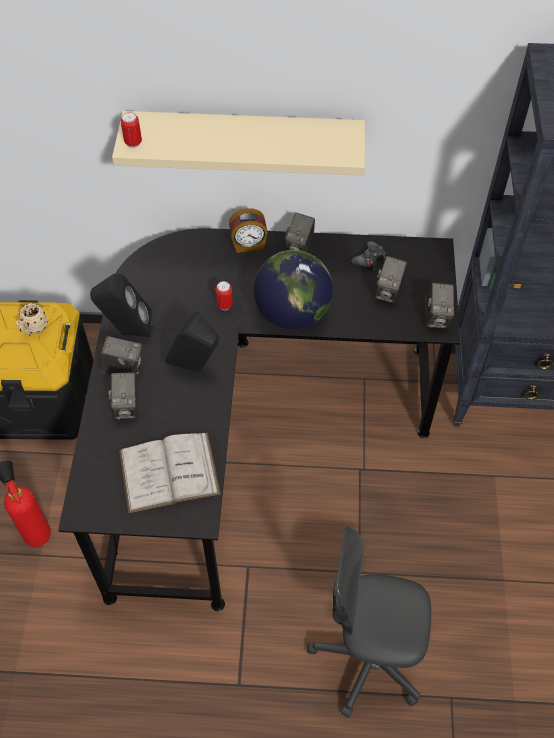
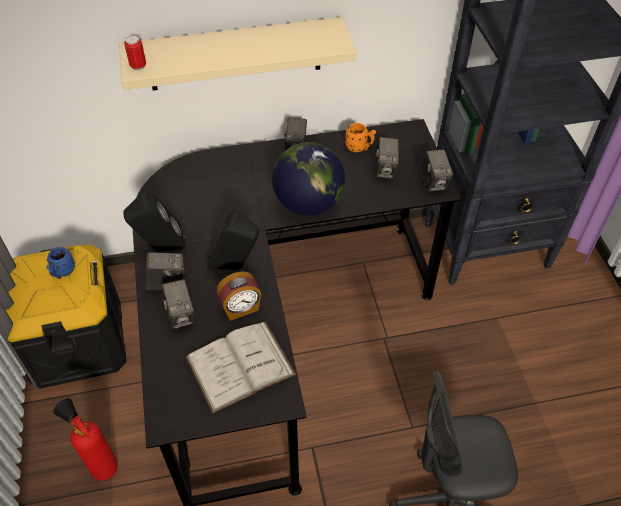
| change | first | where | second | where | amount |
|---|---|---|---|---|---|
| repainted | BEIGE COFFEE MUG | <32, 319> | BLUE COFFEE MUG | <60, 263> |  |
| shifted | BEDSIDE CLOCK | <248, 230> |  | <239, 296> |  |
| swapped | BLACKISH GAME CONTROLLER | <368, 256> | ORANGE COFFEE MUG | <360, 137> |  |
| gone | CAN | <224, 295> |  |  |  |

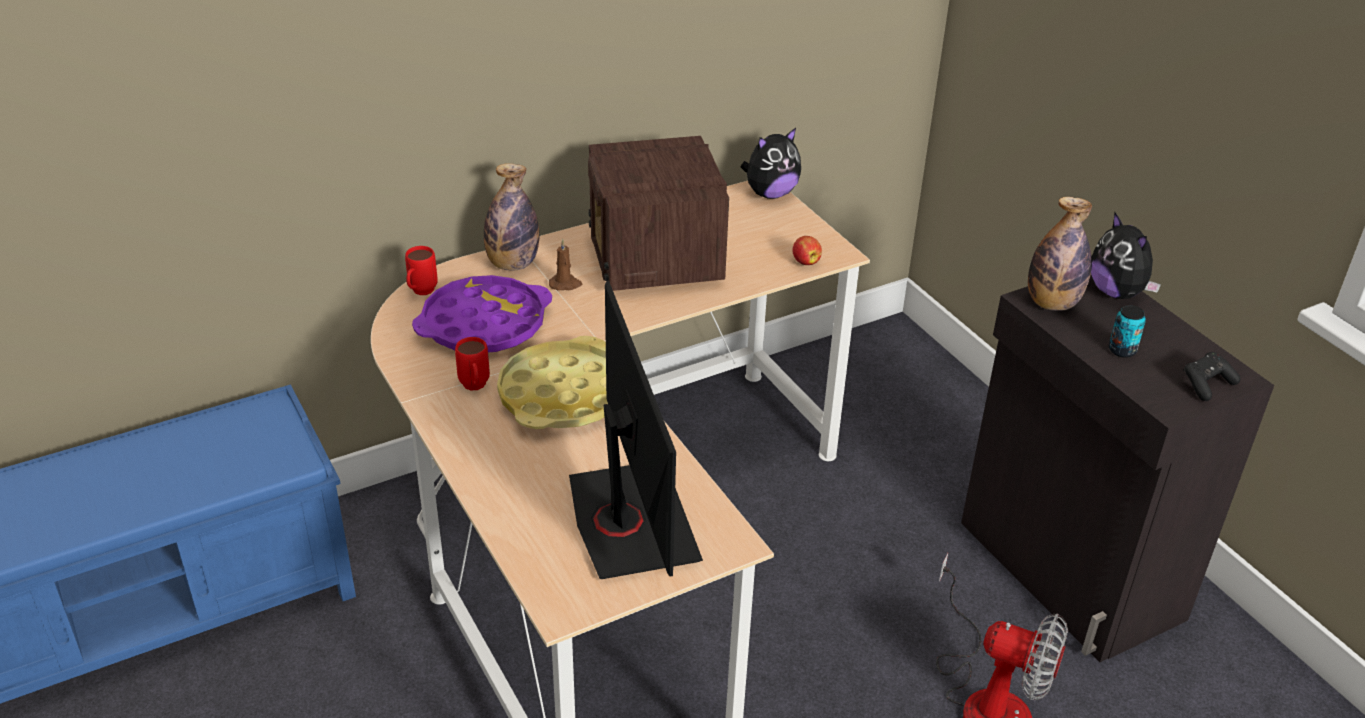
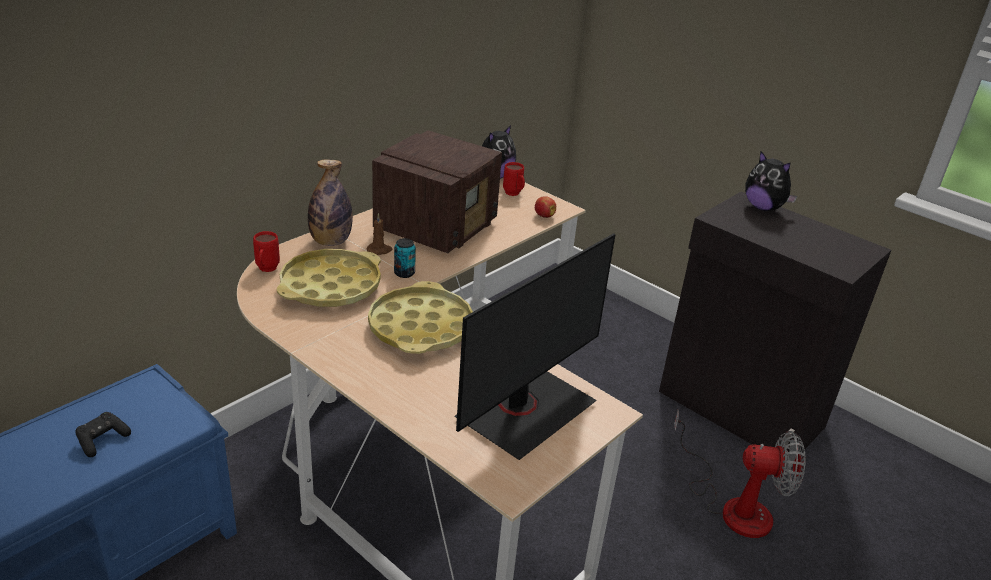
| change | first | where | second | where | amount |
|---|---|---|---|---|---|
| shifted | BLACKISH GAME CONTROLLER | <1211, 376> |  | <103, 434> |  |
| repainted | PURPLE-COLOURED CARRYING TRAY | <482, 313> | YELLOW CARRYING TRAY | <329, 278> |  |
| rotated | RADIO | <658, 213> |  | <437, 192> | 120 degrees counterclockwise |
| shifted | CAN | <1127, 331> |  | <405, 258> |  |
| rotated | COMPUTER SCREEN | <636, 430> |  | <535, 346> | 75 degrees clockwise |
| shifted | RED-COLOURED COFFEE MUG | <472, 364> |  | <514, 179> |  |
| gone | DRINK BOTTLE | <1060, 254> |  |  |  |

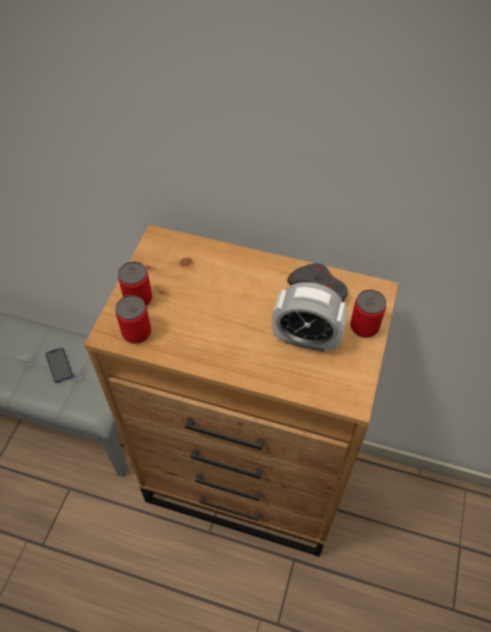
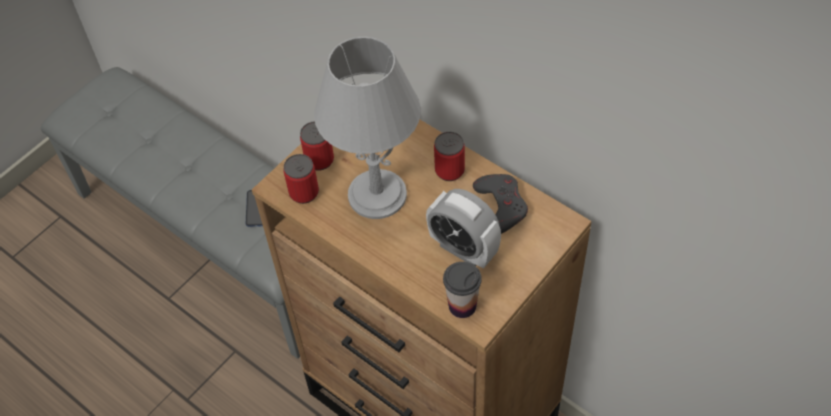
| change | first | where | second | where | amount |
|---|---|---|---|---|---|
| new |  |  | GREY LAMP FOR A TABLE | <367, 128> |  |
| shifted | CAN | <368, 313> |  | <449, 156> |  |
| new |  |  | SMALL CUP | <462, 290> |  |

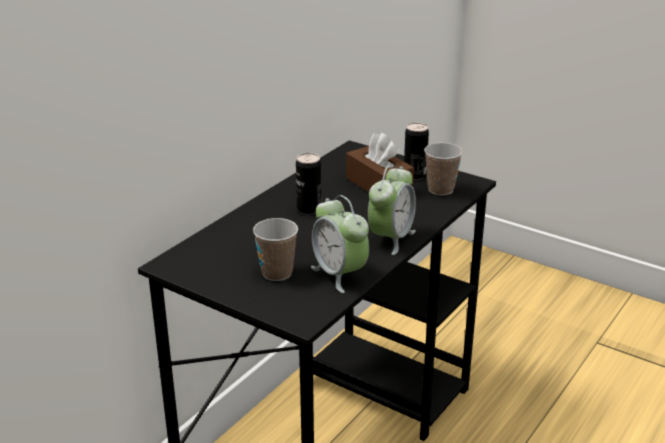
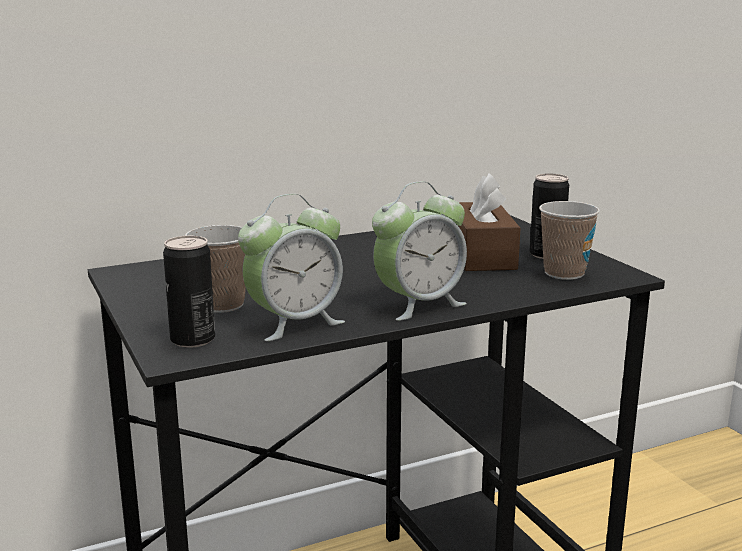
| change | first | where | second | where | amount |
|---|---|---|---|---|---|
| shifted | CAN | <308, 183> |  | <189, 292> |  |
| rotated | BEDSIDE CLOCK | <340, 244> |  | <291, 267> | 120 degrees counterclockwise |

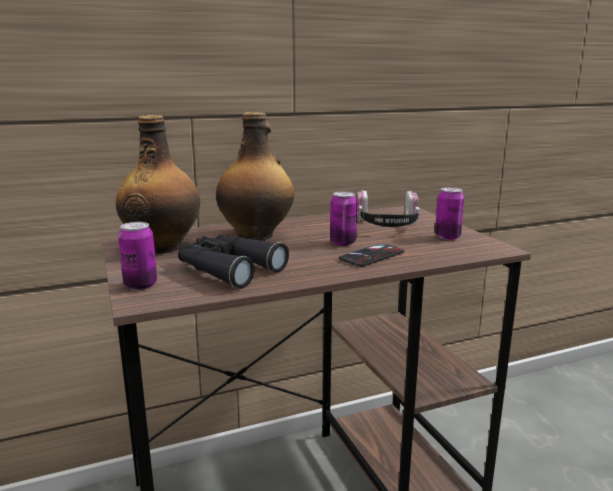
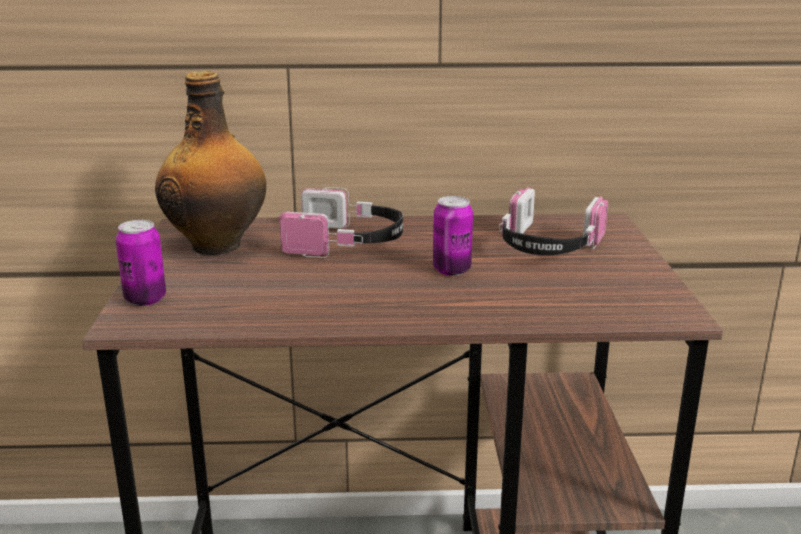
| change | first | where | second | where | amount |
|---|---|---|---|---|---|
| swapped | DRINK BOTTLE | <255, 176> | PAIR OF HEADPHONES | <341, 222> |  |
| gone | BLACKISH BINOCULARS | <233, 261> |  |  |  |
| gone | PHONE | <371, 255> |  |  |  |
| gone | CAN | <449, 213> |  |  |  |

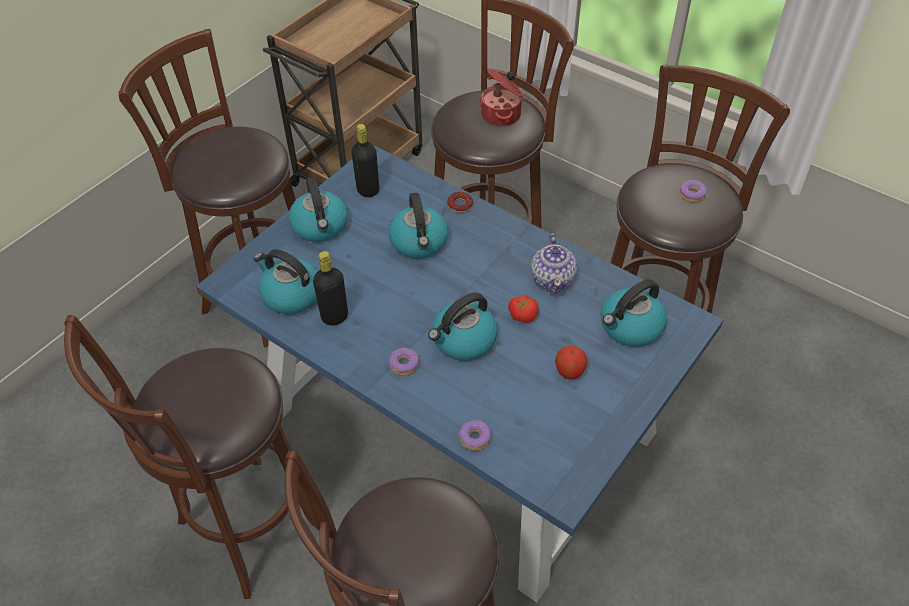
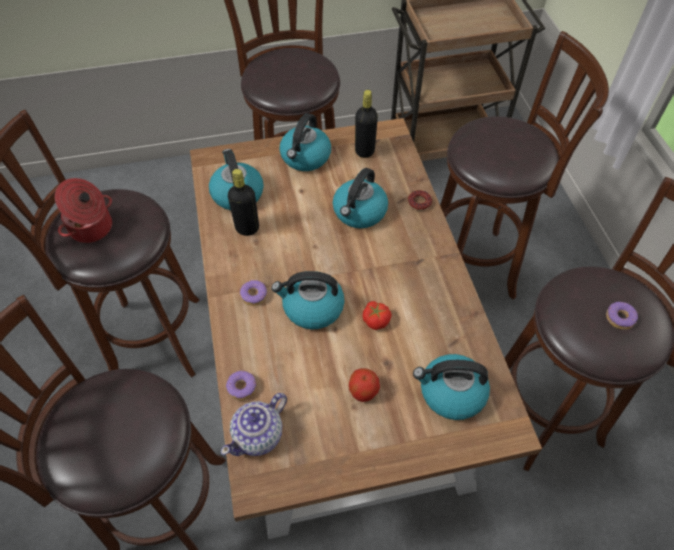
| change | first | where | second | where | amount |
|---|---|---|---|---|---|
| shifted | STOCKPOT | <502, 98> |  | <83, 210> |  |
| repainted | BLUE KITCHEN TABLE | <459, 374> | BROWNISH KITCHEN TABLE | <366, 328> |  |
| shifted | TEAPOT | <554, 263> |  | <254, 424> |  |

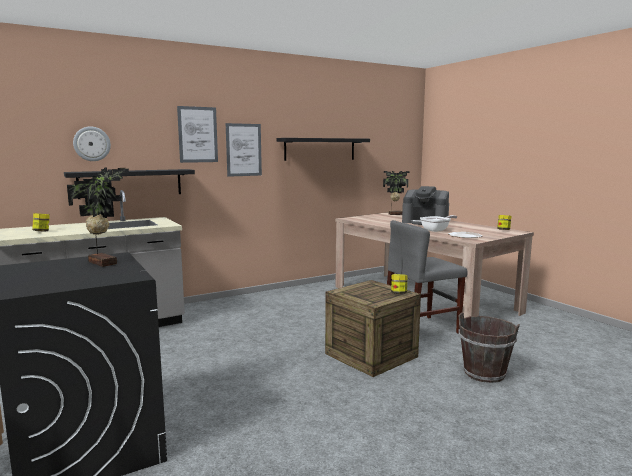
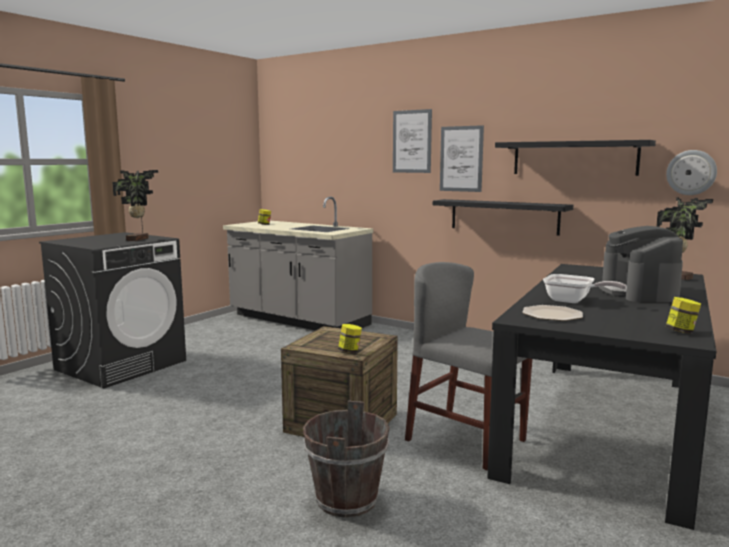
| change | first | where | second | where | amount |
|---|---|---|---|---|---|
| shifted | BLACKISH SHELF | <129, 184> |  | <503, 217> |  |
| repainted | BEIGE KITCHEN TABLE | <434, 265> | BLACKISH KITCHEN TABLE | <601, 397> |  |
| shifted | HANGING CLOCK | <92, 143> |  | <691, 172> |  |

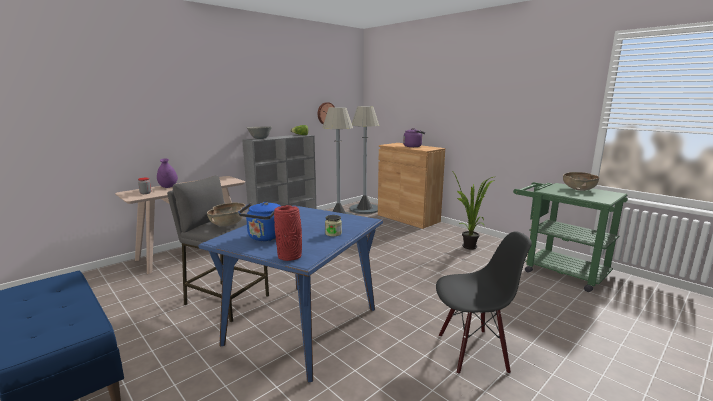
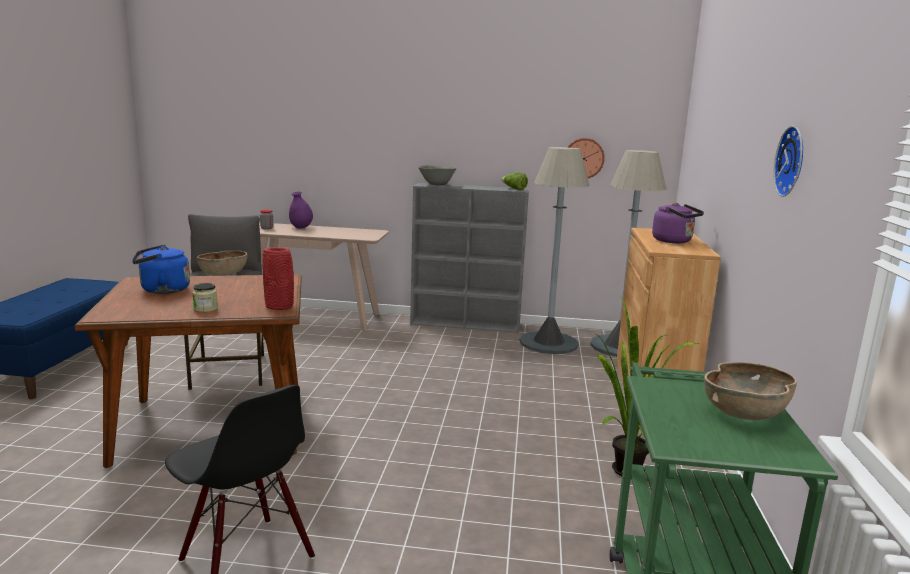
| change | first | where | second | where | amount |
|---|---|---|---|---|---|
| repainted | BLUE KITCHEN TABLE | <290, 293> | BROWNISH KITCHEN TABLE | <188, 371> |  |
| shifted | RED-COLOURED FLOWER VASE | <288, 233> |  | <278, 278> |  |
| new |  |  | HANGING CLOCK | <788, 161> |  |

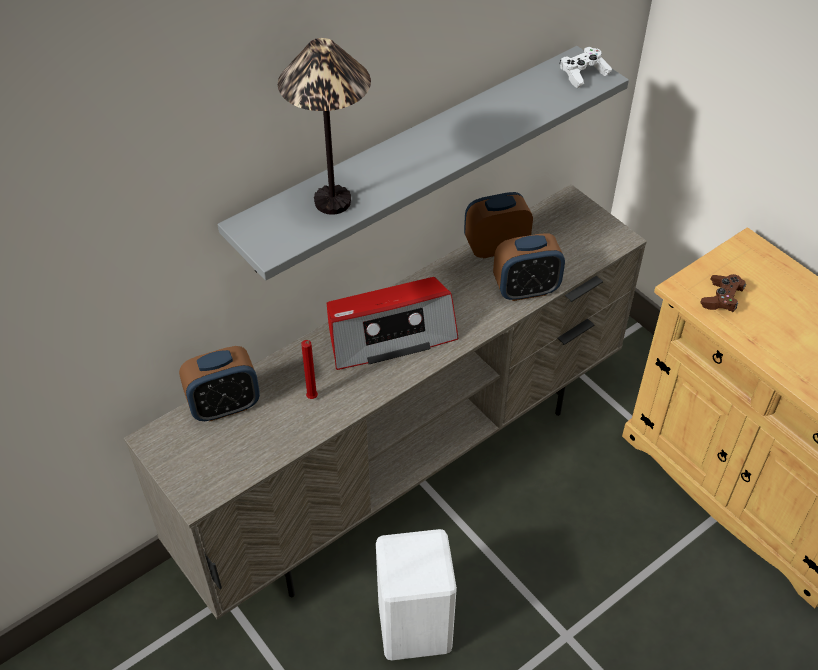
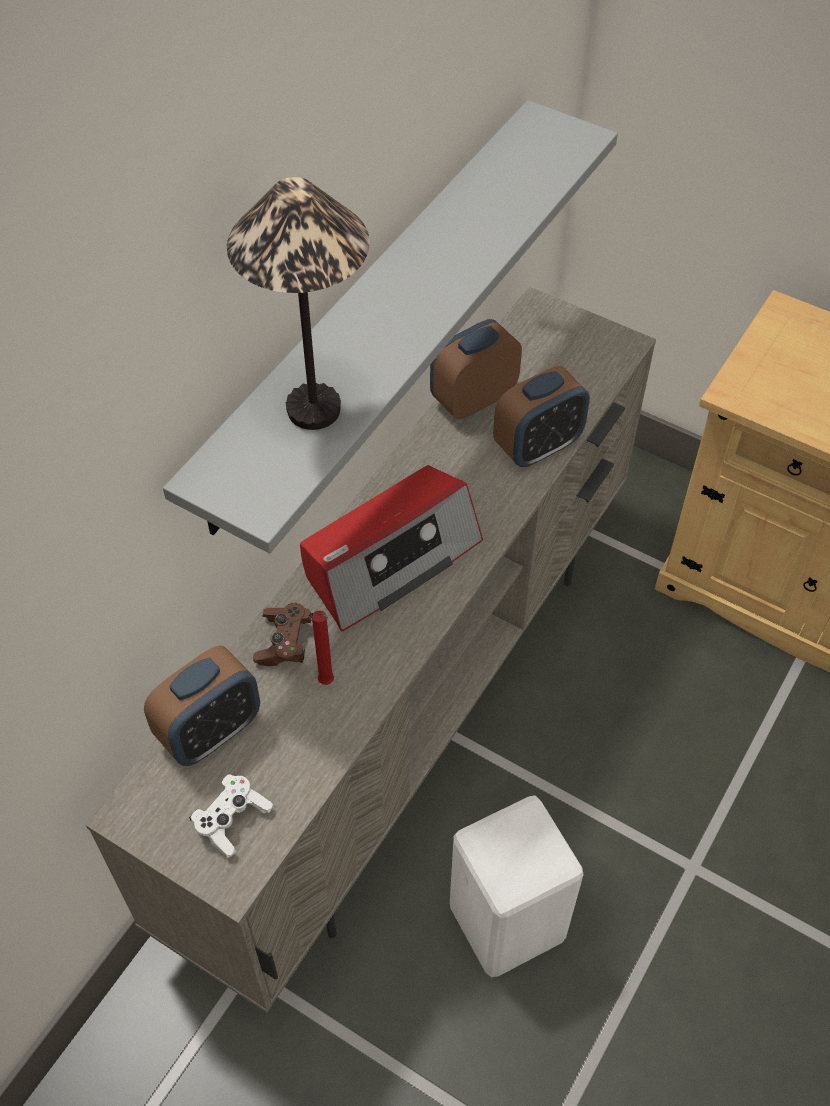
| change | first | where | second | where | amount |
|---|---|---|---|---|---|
| shifted | WHITISH GAME CONTROLLER | <586, 67> |  | <231, 816> |  |
| shifted | BROWNISH GAME CONTROLLER | <724, 293> |  | <283, 634> |  |

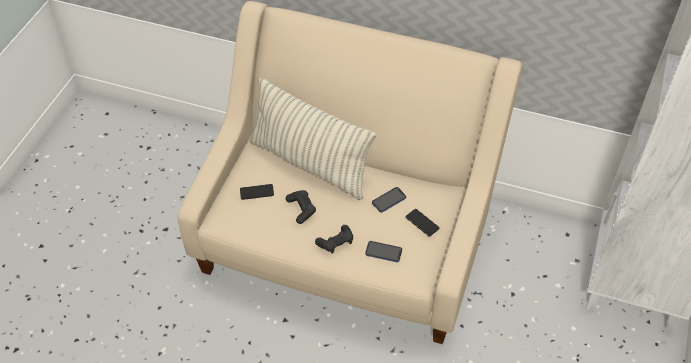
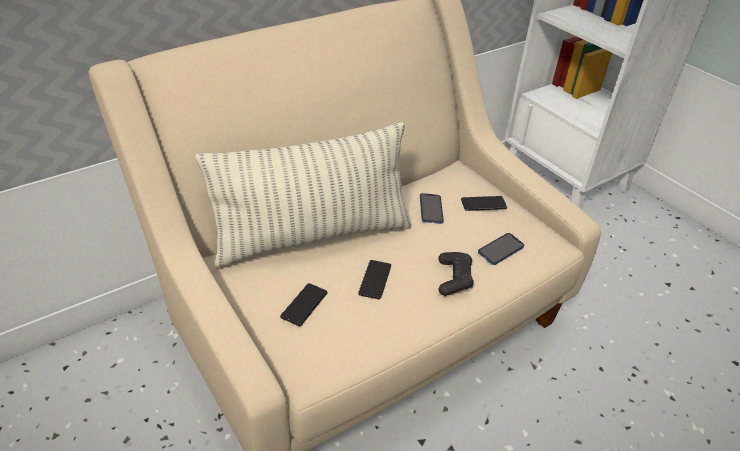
| change | first | where | second | where | amount |
|---|---|---|---|---|---|
| swapped | BLACKISH GAME CONTROLLER | <301, 207> | PHONE | <374, 279> |  |

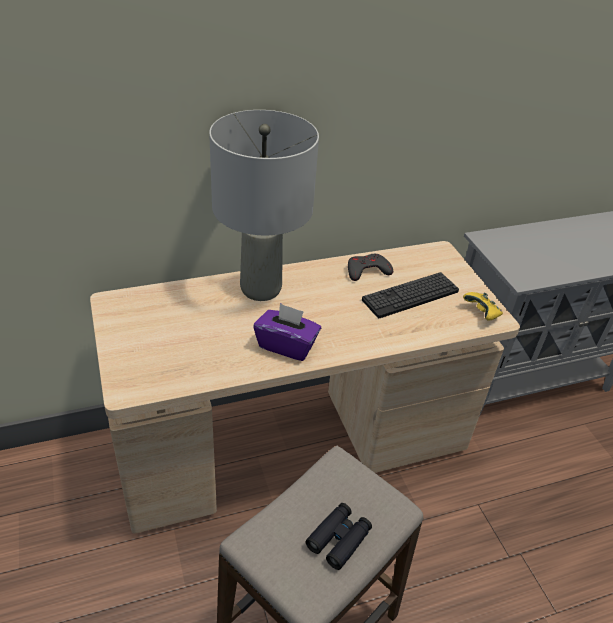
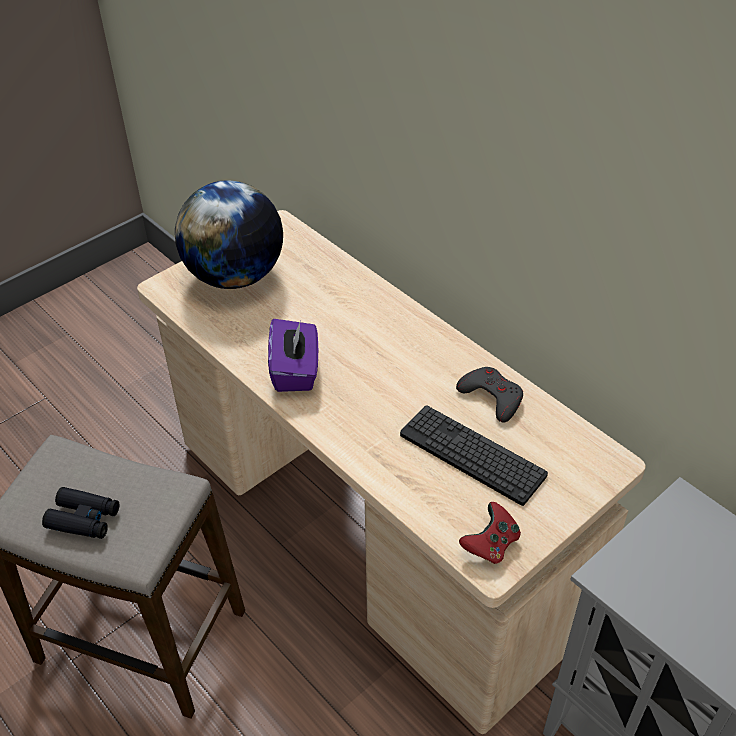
| change | first | where | second | where | amount |
|---|---|---|---|---|---|
| new |  |  | DESK GLOBE | <229, 234> |  |
| repainted | YELLOW GAME CONTROLLER | <483, 306> | RED-COLOURED GAME CONTROLLER | <490, 533> |  |
| gone | GREY LAMP FOR A TABLE | <264, 205> |  |  |  |

